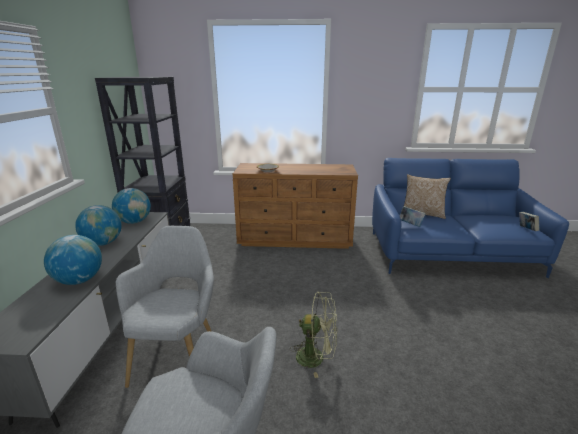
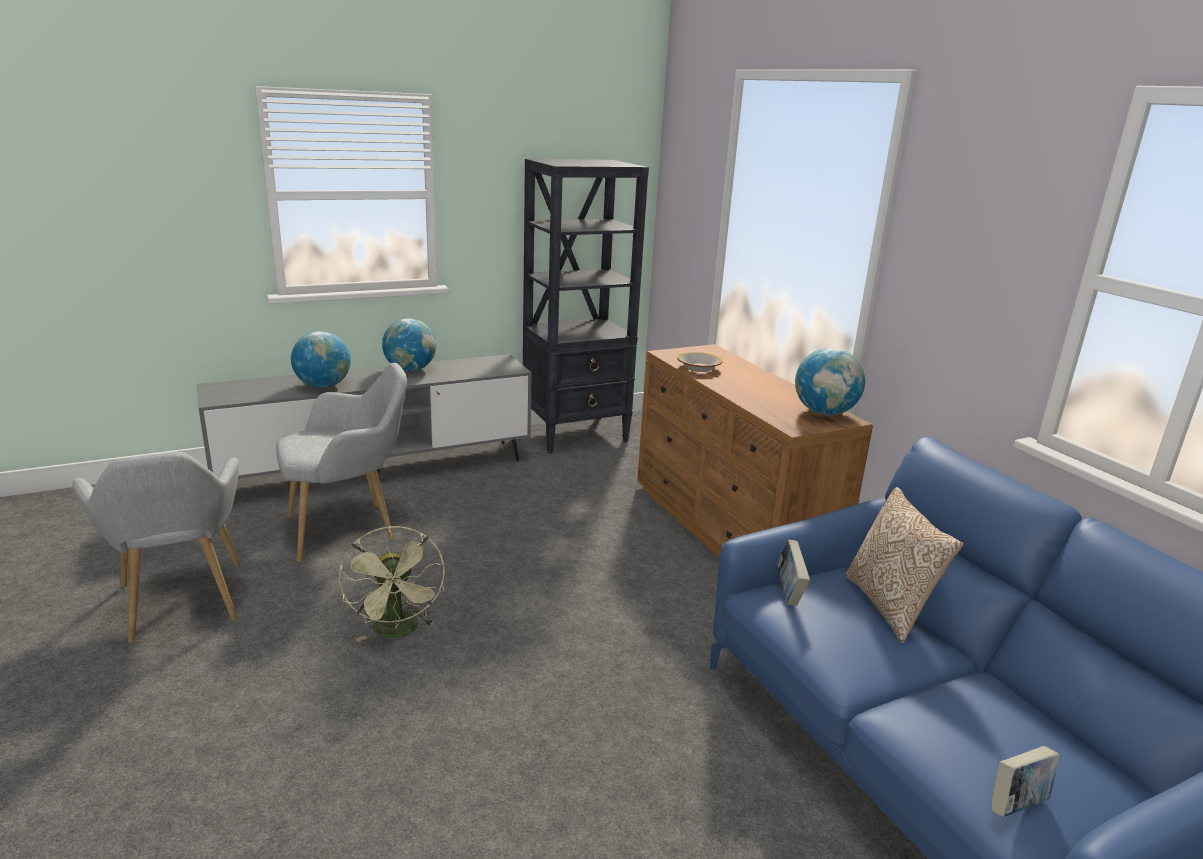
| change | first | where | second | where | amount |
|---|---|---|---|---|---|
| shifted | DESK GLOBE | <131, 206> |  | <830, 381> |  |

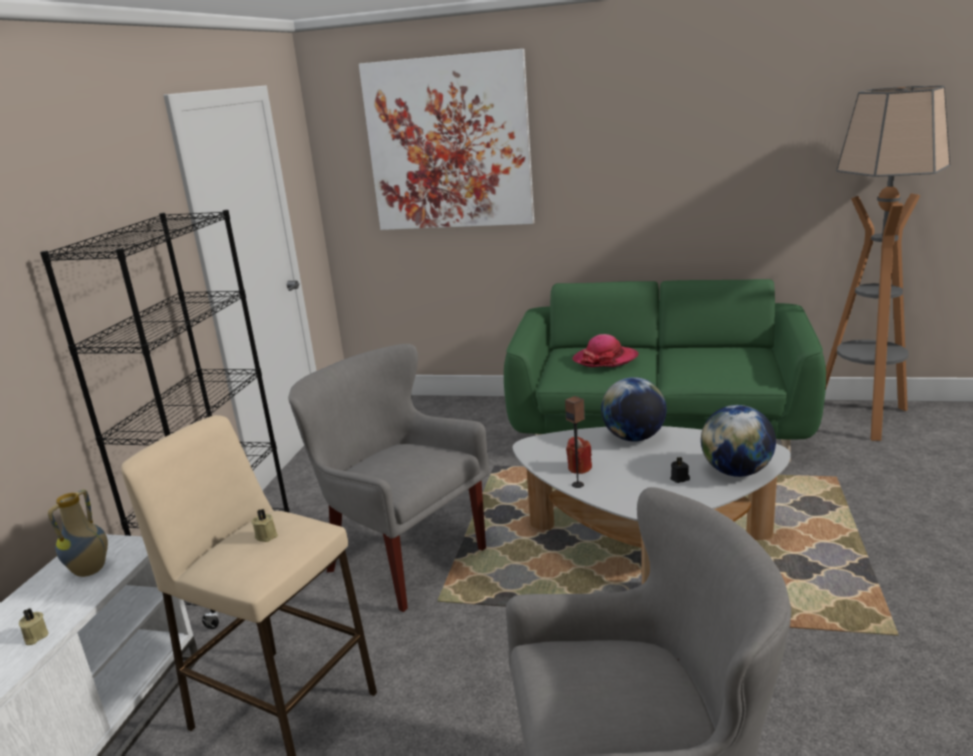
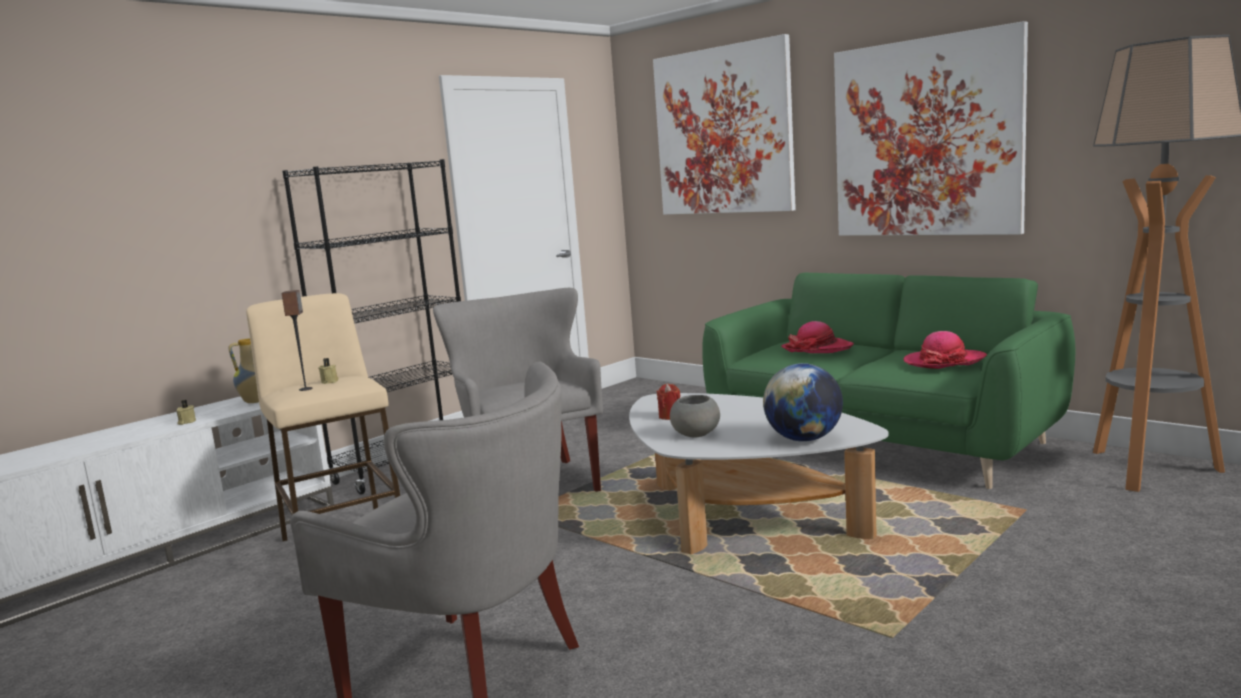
| change | first | where | second | where | amount |
|---|---|---|---|---|---|
| shifted | AUDIO SPEAKER | <575, 442> |  | <297, 340> |  |
| new |  |  | GREY SERVING BOWL | <695, 416> |  |
| new |  |  | WALL PICTURE | <931, 128> |  |
| new |  |  | CLOTHING HAT | <945, 350> |  |
| gone | DESK GLOBE | <634, 409> |  |  |  |
| gone | BLACKISH WAX LIGHT | <680, 470> |  |  |  |

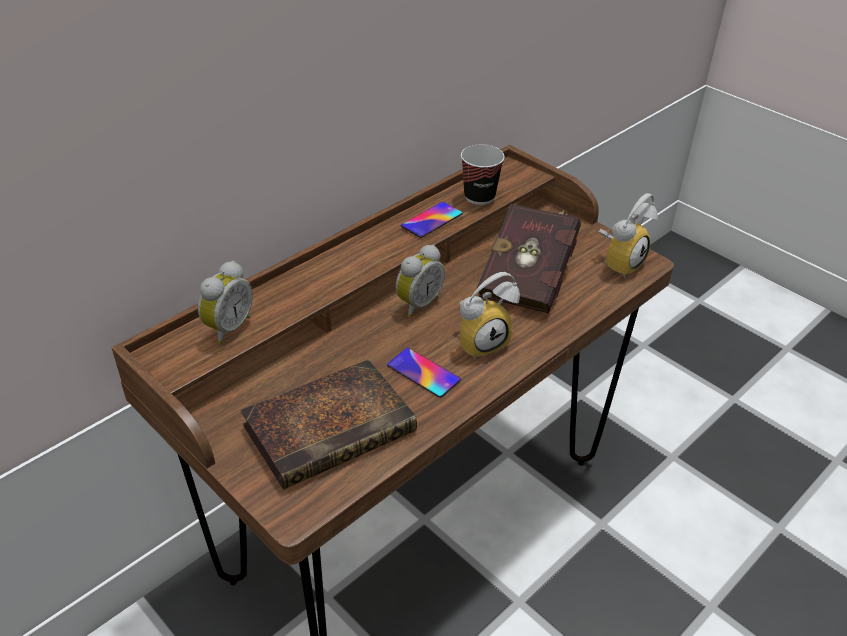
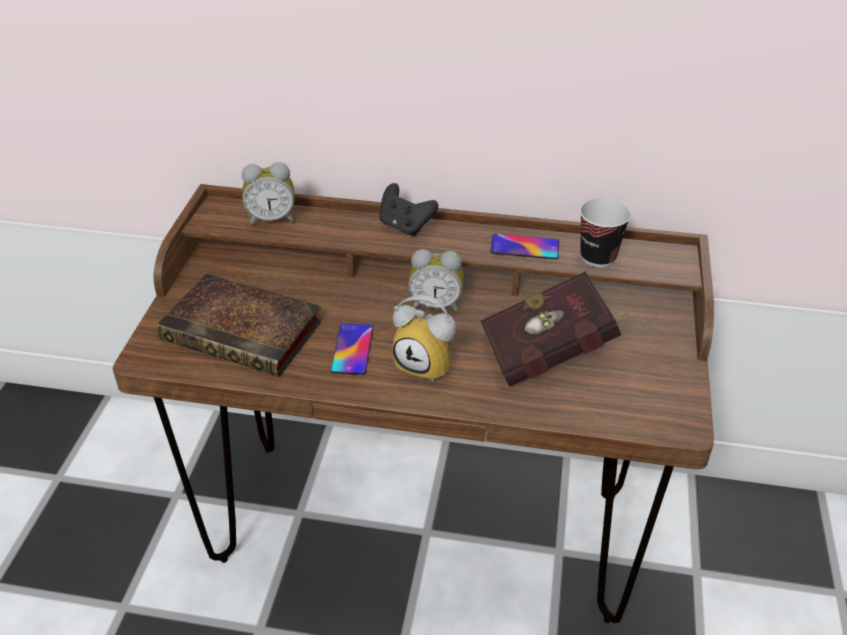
| change | first | where | second | where | amount |
|---|---|---|---|---|---|
| new |  |  | BLACKISH GAME CONTROLLER | <408, 209> |  |
| gone | BEDSIDE CLOCK | <628, 235> |  |  |  |

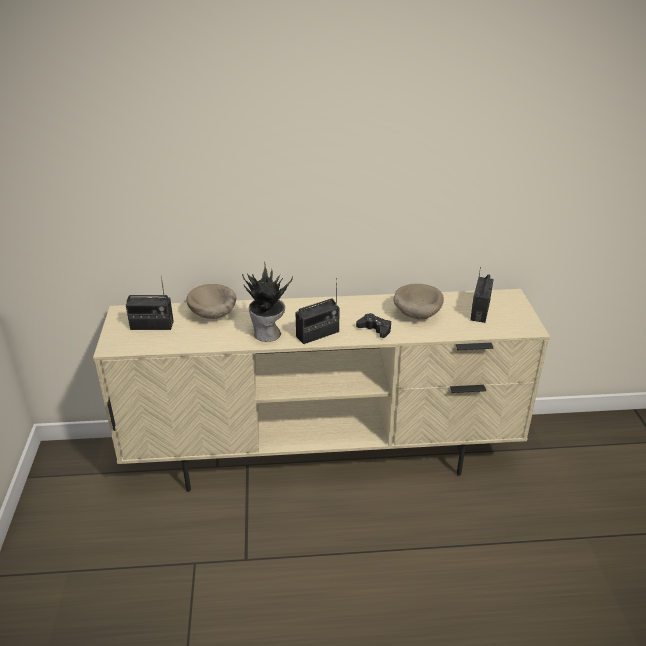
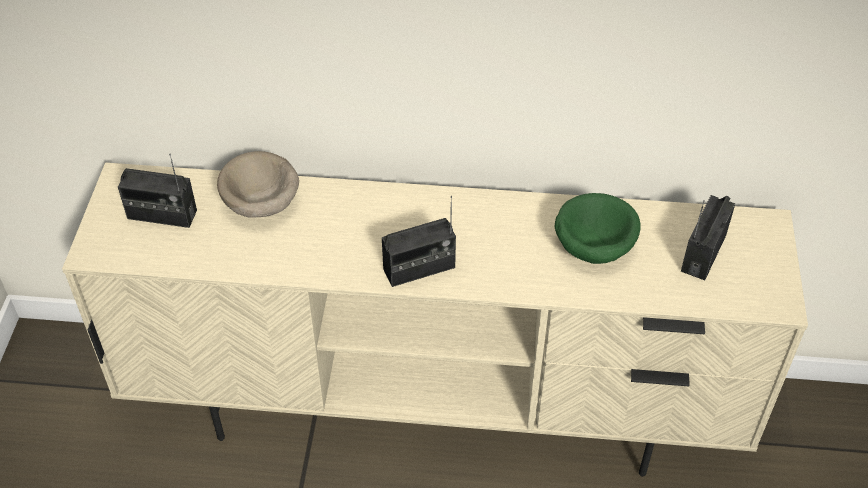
| change | first | where | second | where | amount |
|---|---|---|---|---|---|
| repainted | BEIGE SERVING BOWL | <419, 301> | GREEN-COLOURED SERVING BOWL | <597, 228> |  |
| gone | HOUSEPLANT | <267, 302> |  |  |  |
| gone | BLACKISH GAME CONTROLLER | <373, 325> |  |  |  |

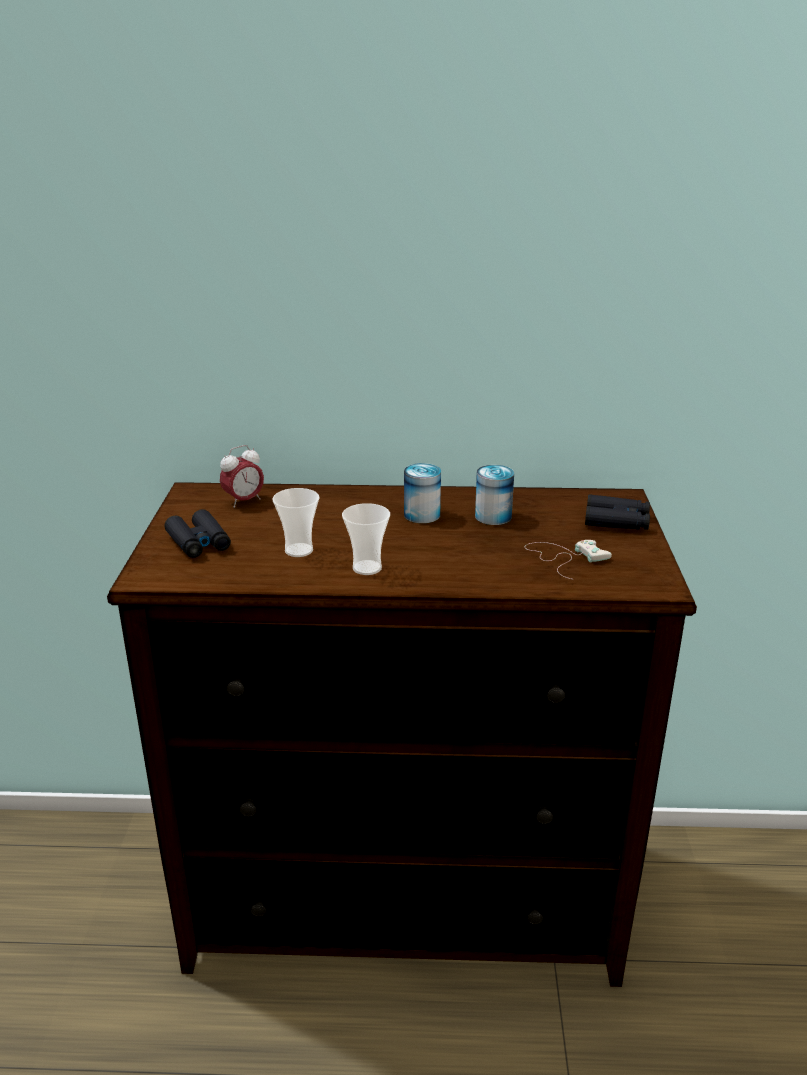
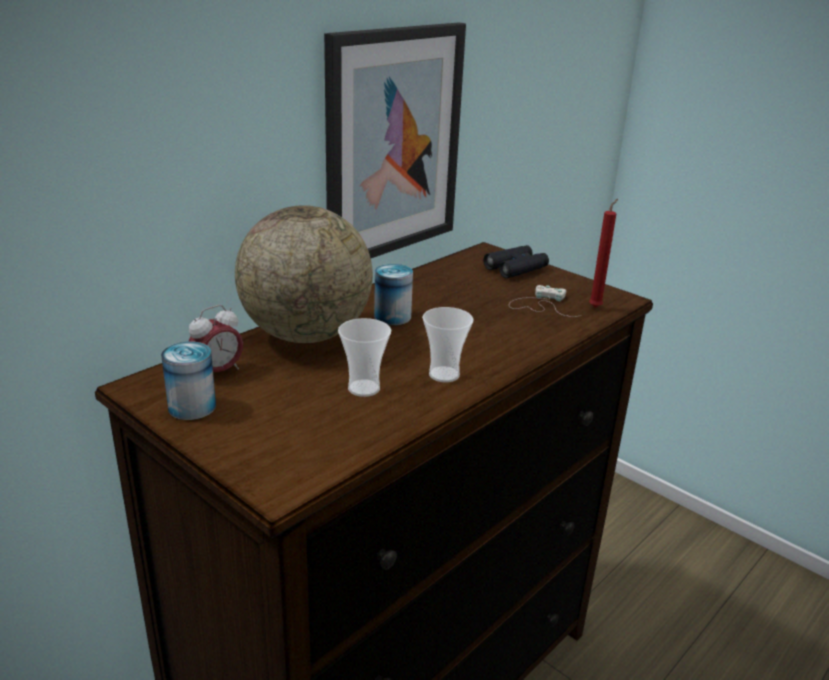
| change | first | where | second | where | amount |
|---|---|---|---|---|---|
| shifted | CAN | <494, 495> |  | <188, 381> |  |
| rotated | BEDSIDE CLOCK | <242, 476> |  | <216, 338> | 45 degrees clockwise |
| new |  |  | DESK GLOBE | <304, 274> |  |
| new |  |  | WALL PICTURE | <395, 140> |  |
| new |  |  | RED-COLOURED WAX LIGHT | <603, 253> |  |
| gone | BLACKISH BINOCULARS | <198, 533> |  |  |  |

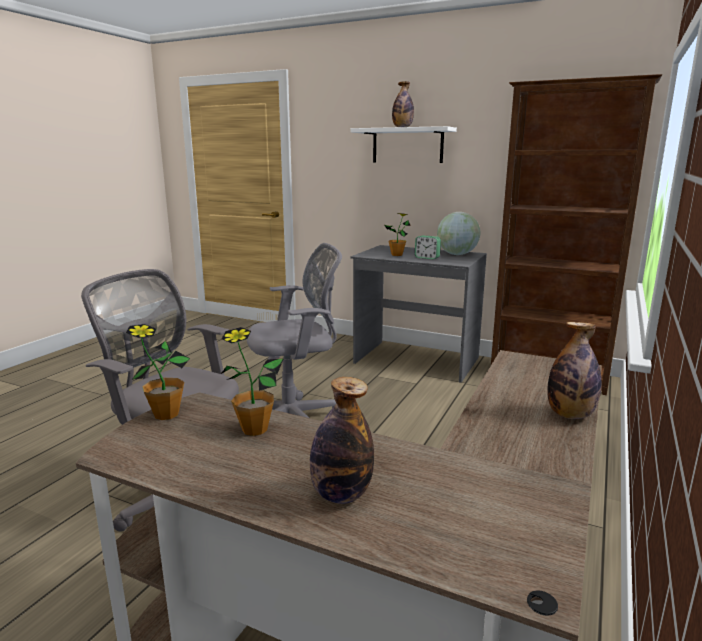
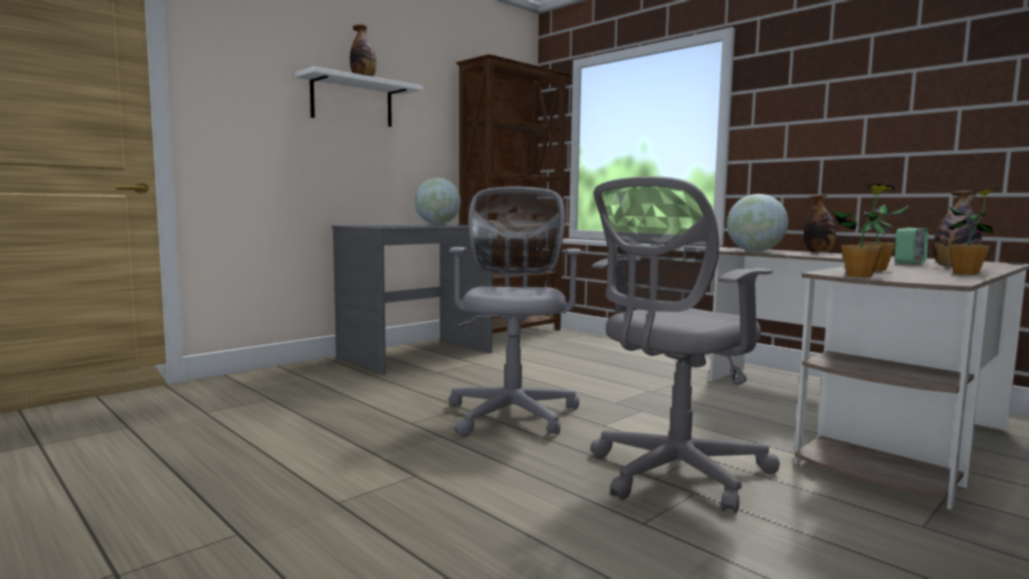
| change | first | where | second | where | amount |
|---|---|---|---|---|---|
| new |  |  | DESK GLOBE | <757, 223> |  |
| shifted | BEDSIDE CLOCK | <428, 247> |  | <911, 245> |  |
| shifted | HOUSEPLANT | <397, 234> |  | <973, 231> |  |

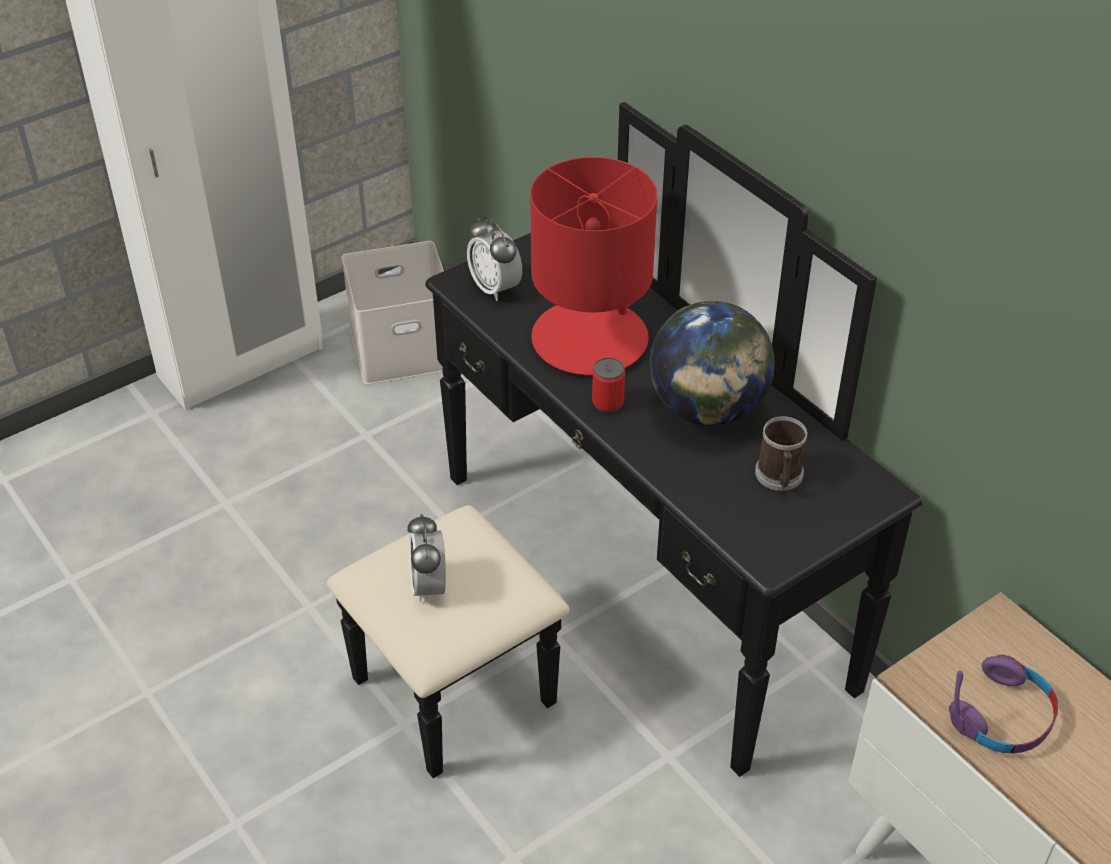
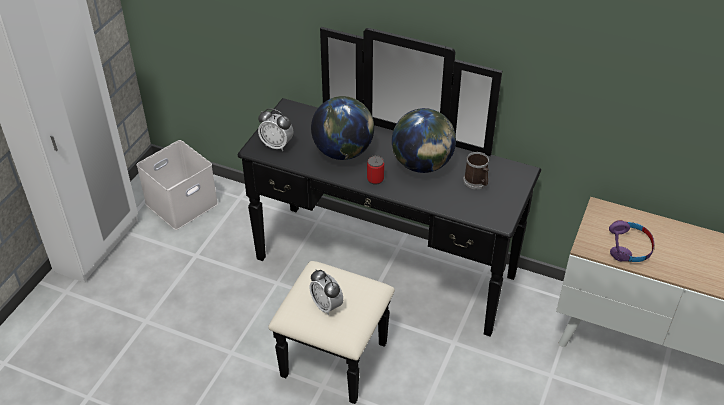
| change | first | where | second | where | amount |
|---|---|---|---|---|---|
| swapped | RED-COLOURED LAMP FOR A TABLE | <593, 266> | DESK GLOBE | <342, 128> |  |

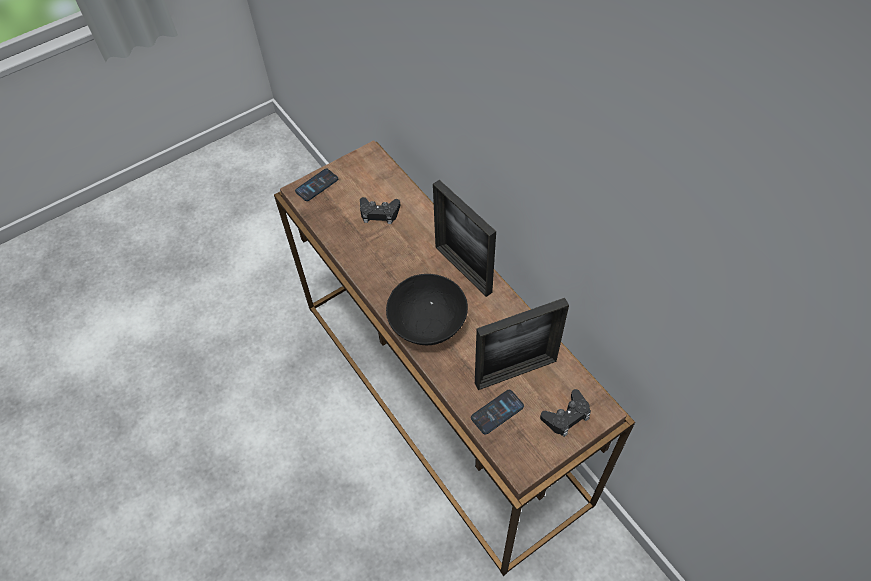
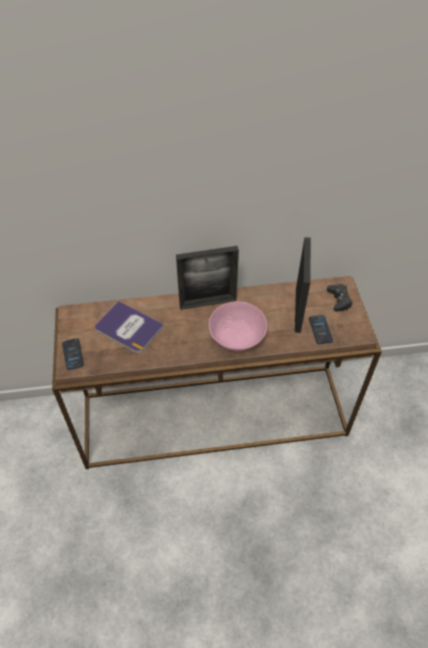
| change | first | where | second | where | amount |
|---|---|---|---|---|---|
| swapped | BLACKISH GAME CONTROLLER | <380, 210> | VOLUME | <129, 327> |  |
| repainted | BLACKISH SERVING BOWL | <427, 309> | PINK SERVING BOWL | <238, 326> |  |

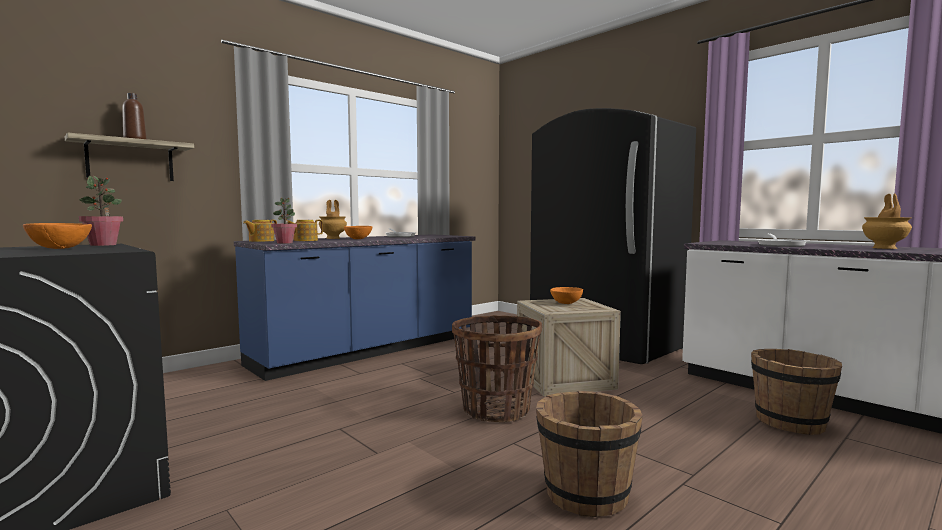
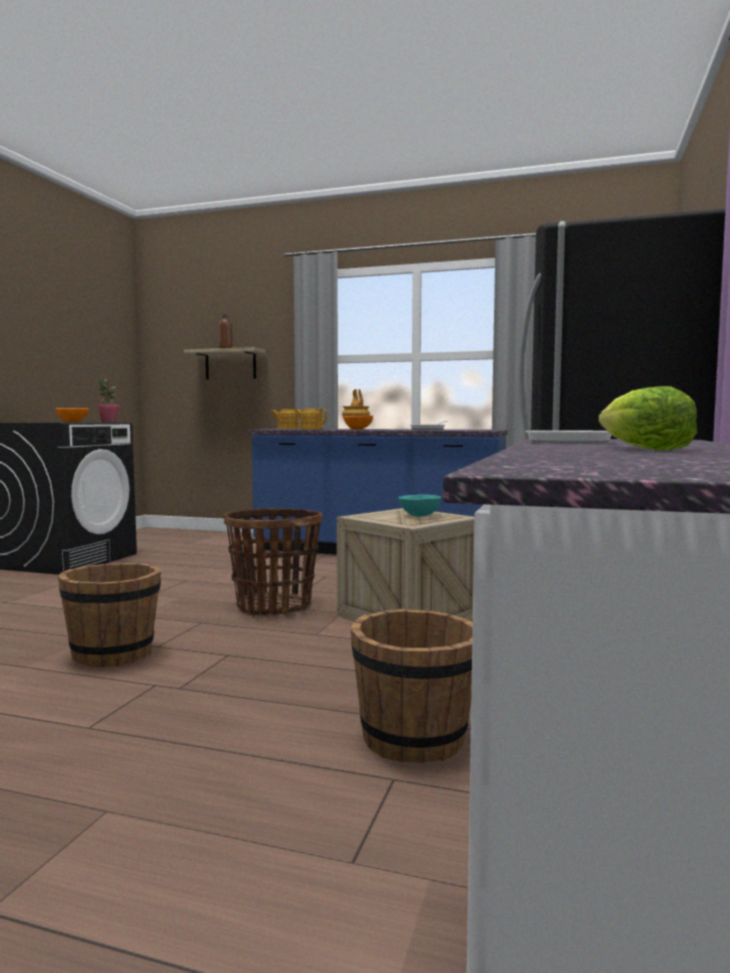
| change | first | where | second | where | amount |
|---|---|---|---|---|---|
| repainted | ORANGE SERVING BOWL | <566, 295> | BLUE-GREEN SERVING BOWL | <419, 506> |  |
| swapped | BROWNISH FLOWER VASE | <887, 221> | LETTUCE HEAD | <648, 418> |  |
| gone | HOUSEPLANT | <284, 220> |  |  |  |

